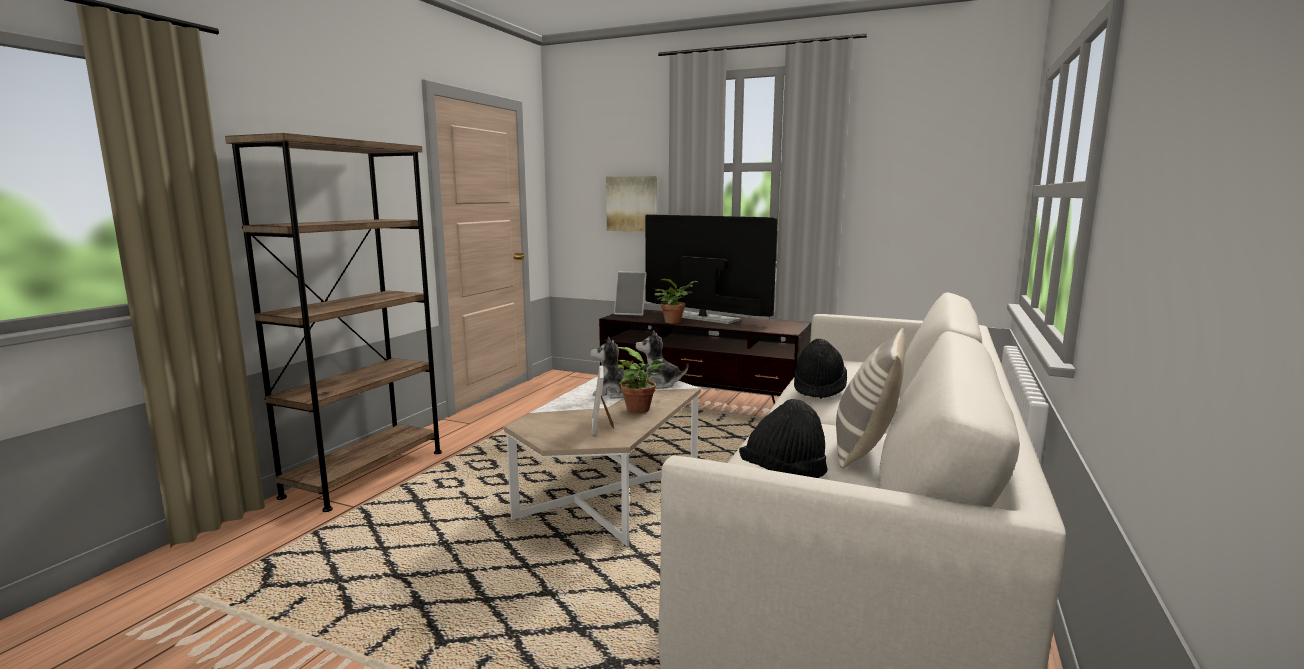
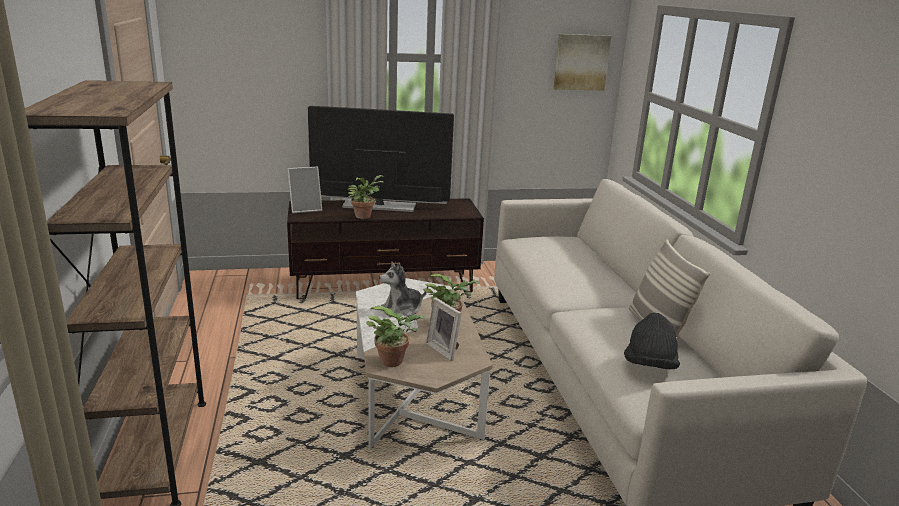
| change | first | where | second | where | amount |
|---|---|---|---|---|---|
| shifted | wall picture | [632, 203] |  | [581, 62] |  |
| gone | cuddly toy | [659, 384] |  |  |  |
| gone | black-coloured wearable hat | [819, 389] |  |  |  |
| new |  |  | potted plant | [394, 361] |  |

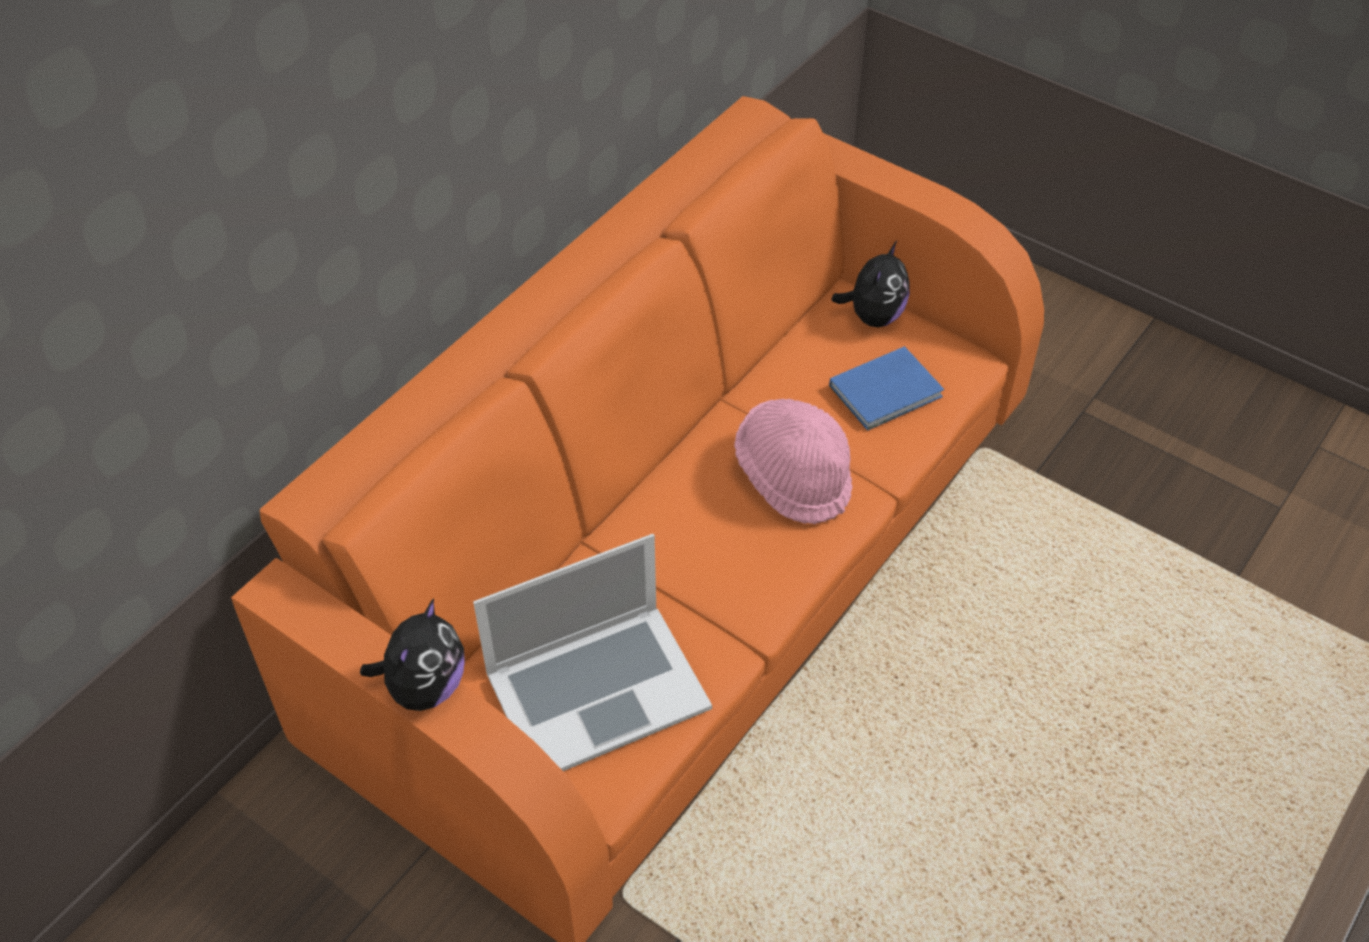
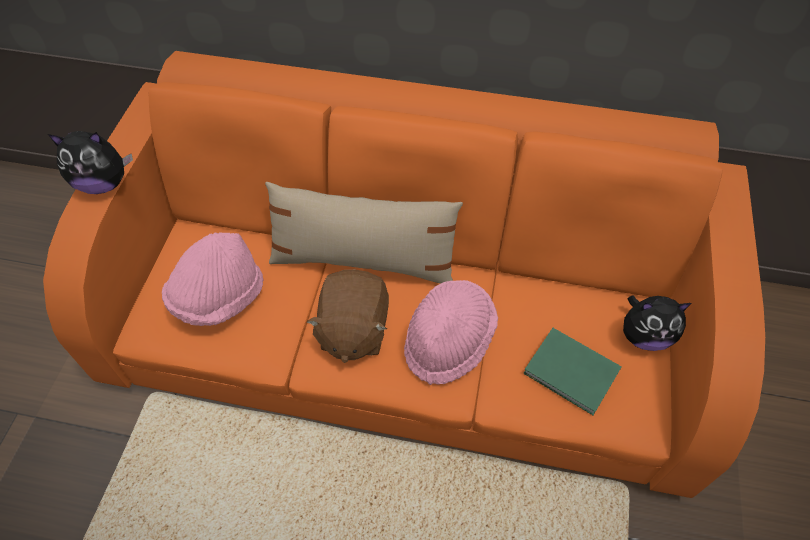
| change | first | where | second | where | amount |
|---|---|---|---|---|---|
| repainted | blue-coloured book | [888, 391] | greenish book | [572, 374] |  |
| swapped | portable computer | [597, 689] | pinkish wearable hat | [218, 297] |  |
| new |  |  | beige-coloured cushion | [363, 261] |  |
| new |  |  | brown-coloured cuddly toy | [352, 330] |  |

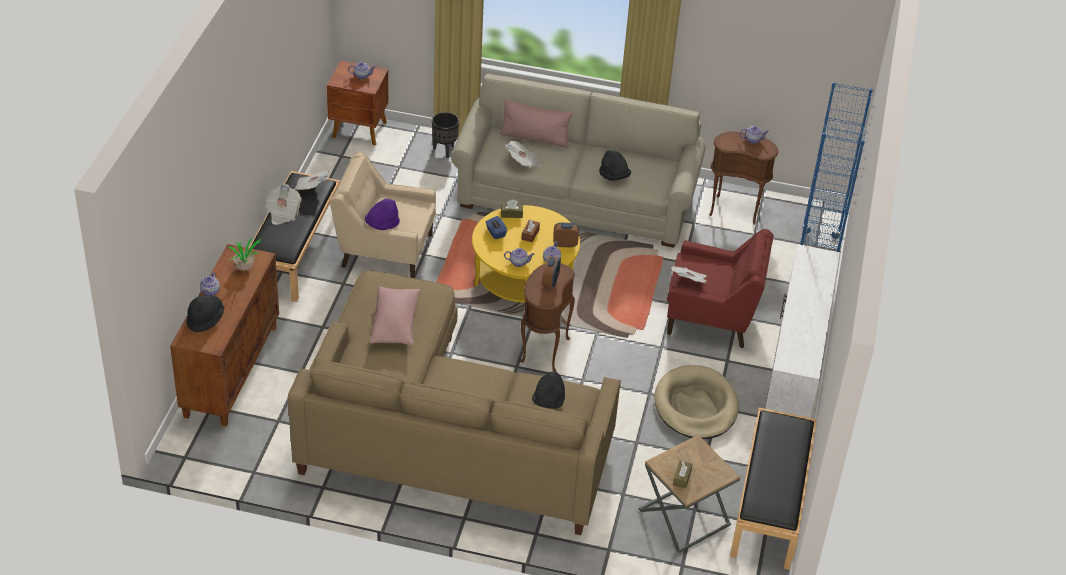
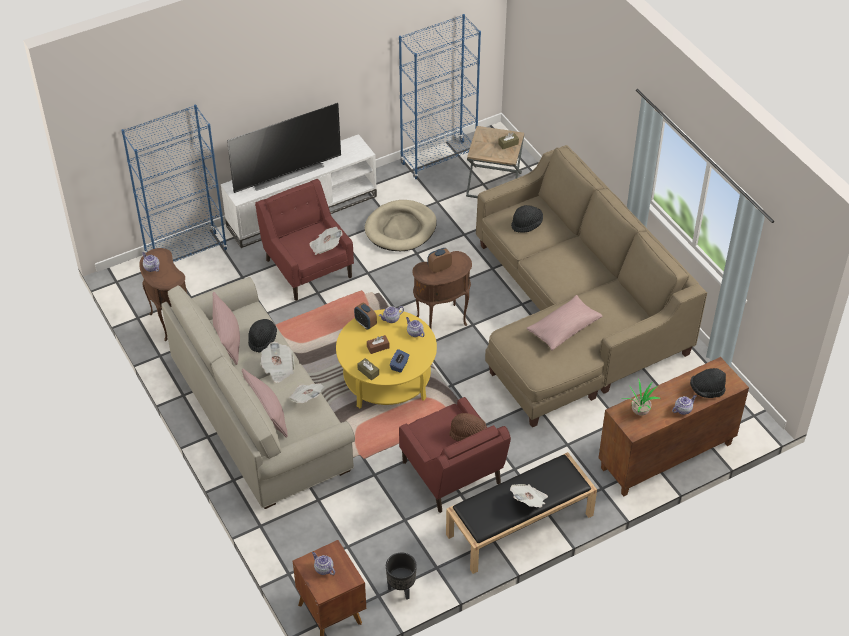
| change | first | where | second | where | amount |
|---|---|---|---|---|---|
| shifted | black-coloured flower pot | [445, 150] |  | [401, 589] |  |
| repainted | beige-coloured lounge chair | [385, 250] | red-coloured lounge chair | [452, 474] |  |
| shifted | newspaper | [311, 188] |  | [278, 369] |  |
| repainted | purple-coloured wearable hat | [382, 225] | brown-coloured wearable hat | [468, 434] |  |
| swapped | black-coloured indoor bench | [771, 504] | blue-coloured shelving unit | [438, 159] |  |
| new |  |  | television | [286, 173] |  |
| new |  |  | pinkish cushion | [228, 339] |  |

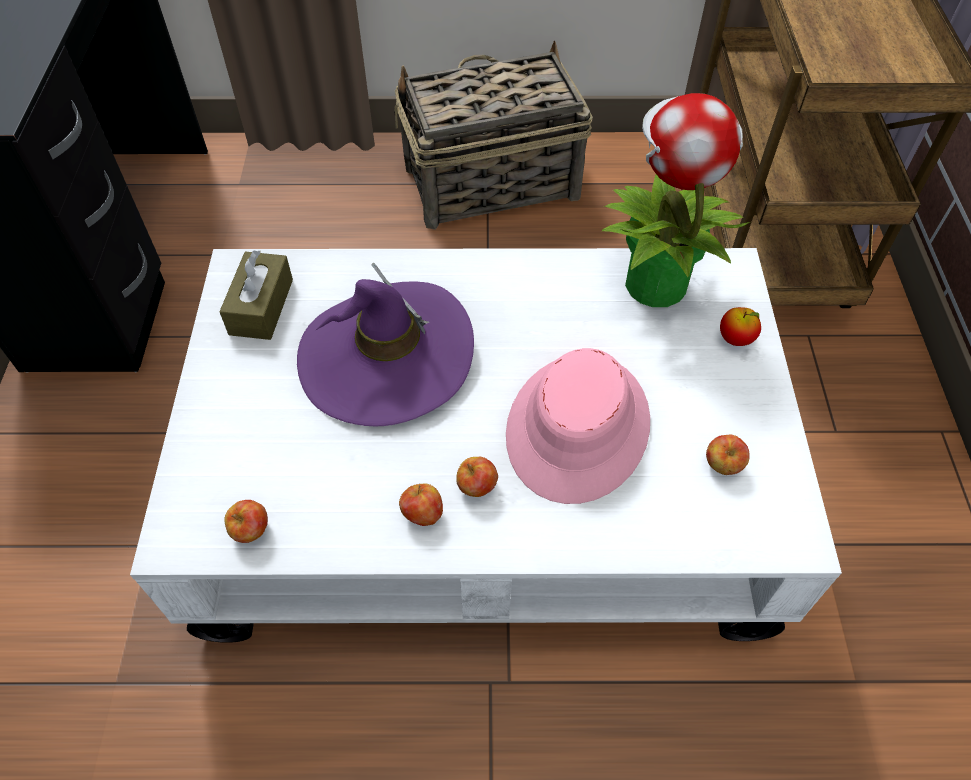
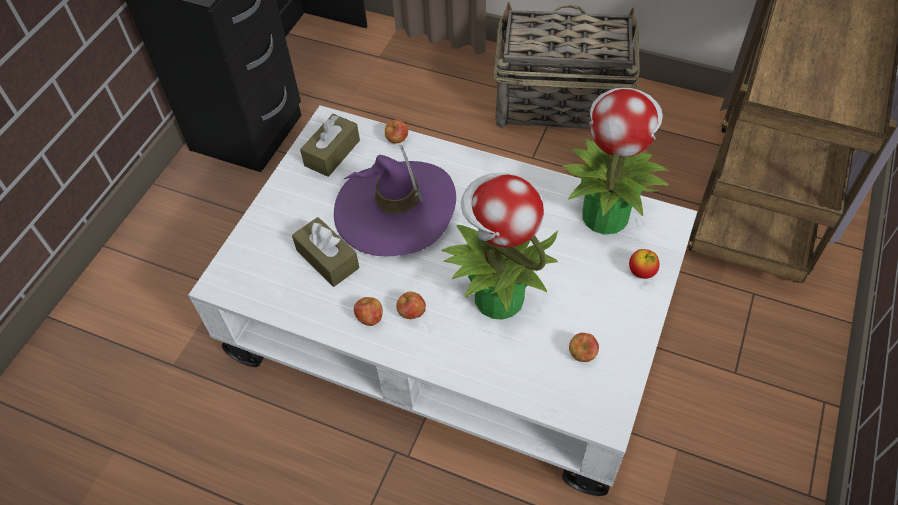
| change | first | where | second | where | amount |
|---|---|---|---|---|---|
| swapped | pinkish wearable hat | [578, 428] | potted plant | [497, 297] |  |
| shifted | whole apple | [251, 531] |  | [397, 140] |  |
| new |  |  | brown-coloured box of tissues | [327, 259] |  |

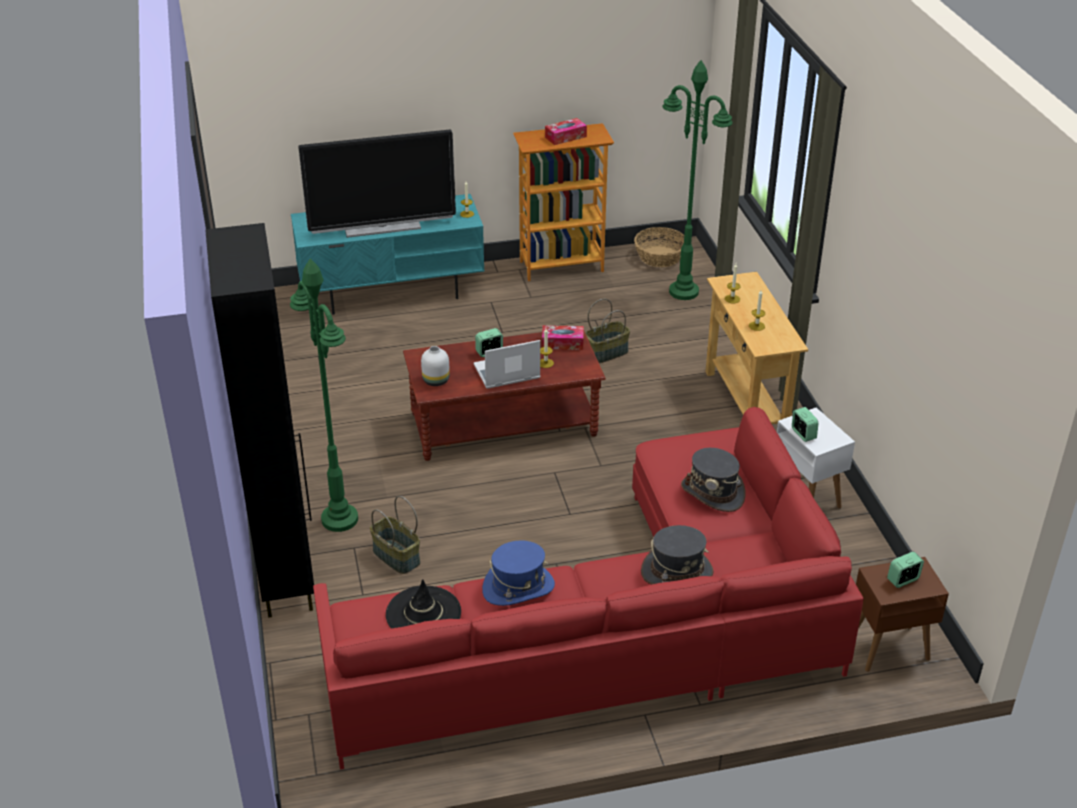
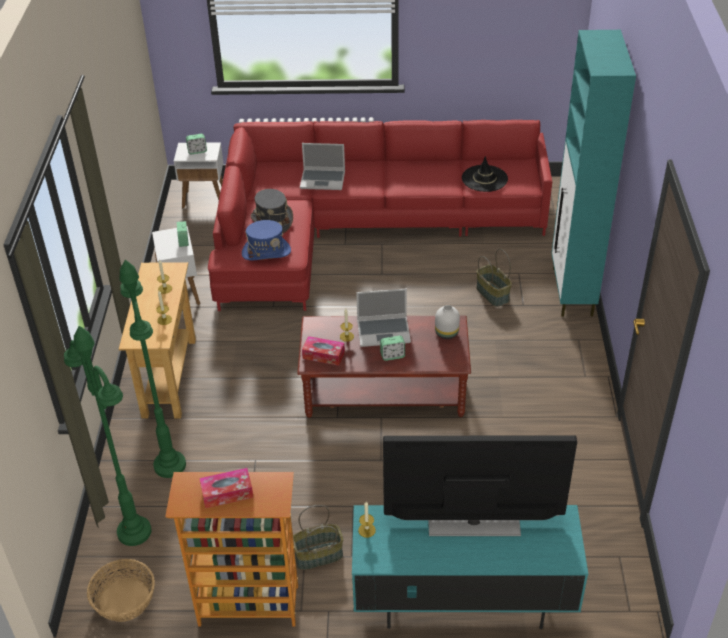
| change | first | where | second | where | amount |
|---|---|---|---|---|---|
| repainted | black-coloured cabinet | [286, 576] | blue-green cabinet | [572, 292] |  |
| shifted | greenish standing lamp | [339, 519] |  | [170, 465] |  |
| shifted | storage basket | [606, 353] |  | [318, 556] |  |
| swapped | grey wearable hat | [677, 572] | portable computer | [323, 180] |  |
| shifted | blue-coloured wearable hat | [518, 588] |  | [266, 252] |  |
| repainted | brown-coloured end table | [887, 649] | white end table | [205, 199] |  |

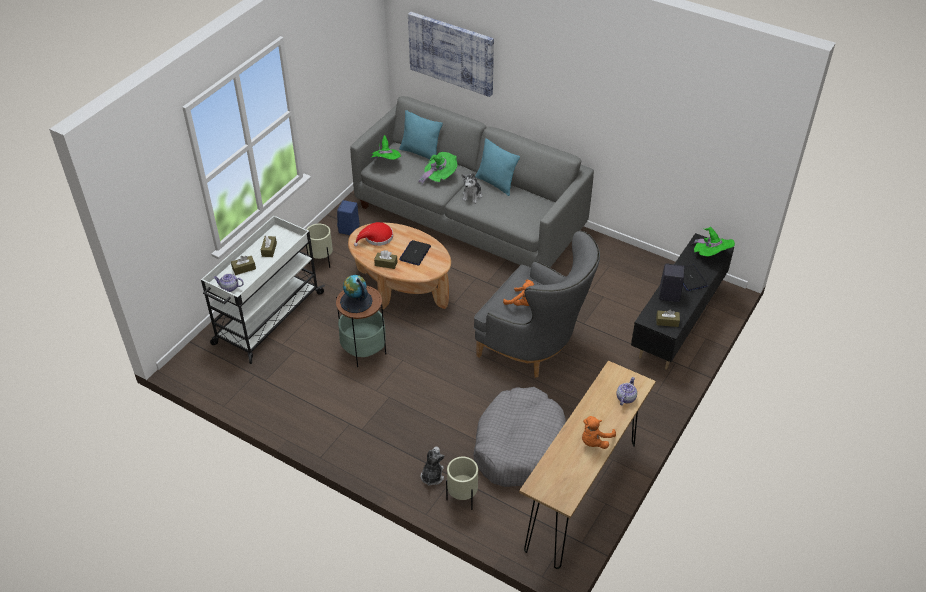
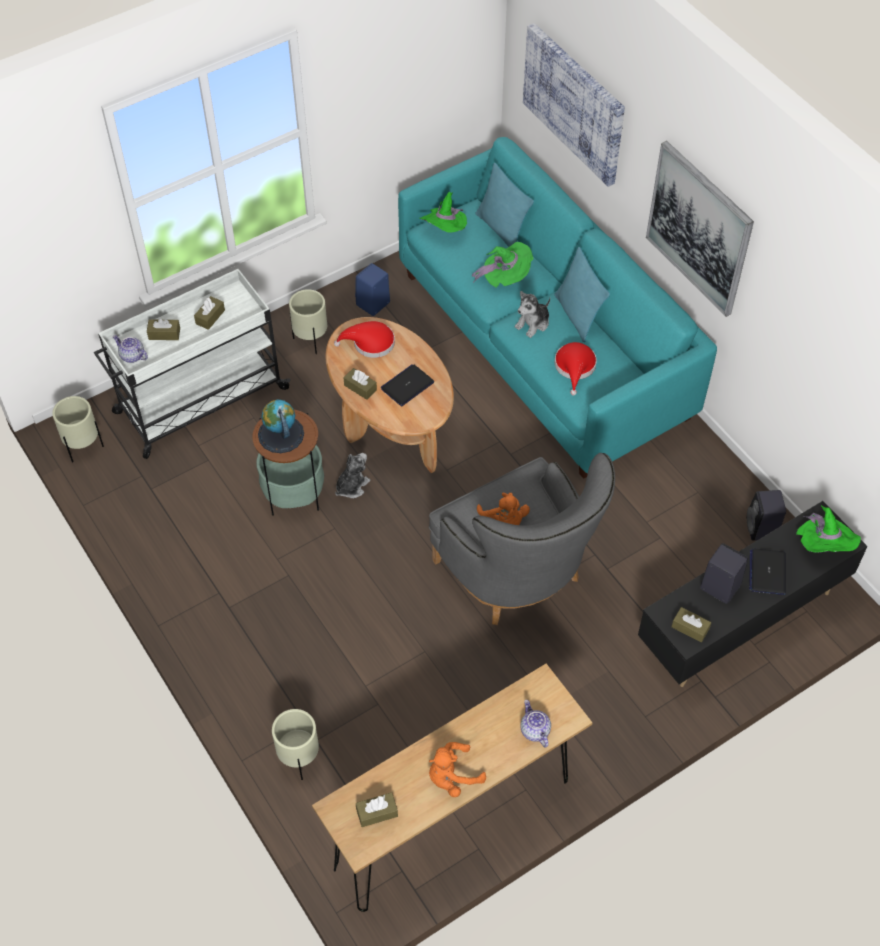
| change | first | where | second | where | amount |
|---|---|---|---|---|---|
| repainted | grey couch | [469, 218] | blue-green couch | [543, 345] |  |
| rotated | teapot | [625, 397] |  | [534, 730] | 75 degrees counterclockwise |
| gone | grey dog cushion | [519, 445] |  |  |  |
| shifted | cuddly toy | [432, 476] |  | [351, 486] |  |
| new |  |  | wall picture | [699, 228] |  |
| new |  |  | red-coloured wearable hat | [575, 367] |  |
| new |  |  | beige-coloured flower pot | [84, 447] |  |
| new |  |  | black-coloured speaker | [762, 529] |  |
| new |  |  | brown-coloured box of tissues | [377, 813] |  |

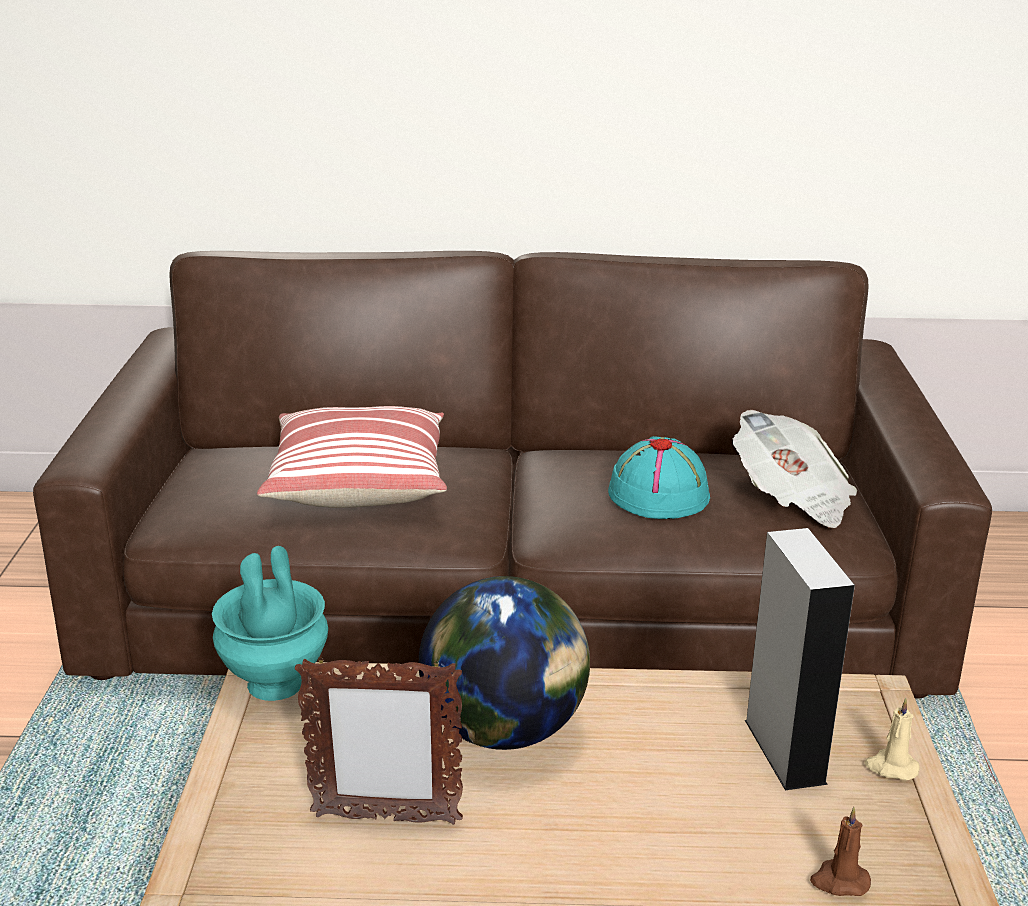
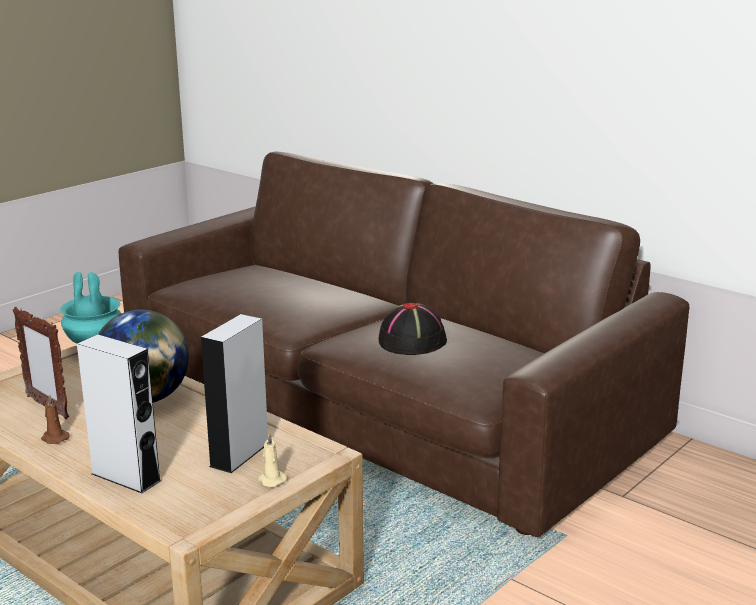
| change | first | where | second | where | amount |
|---|---|---|---|---|---|
| gone | cushion | [357, 482] |  |  |  |
| gone | newspaper | [792, 499] |  |  |  |
| repainted | blue-green wearable hat | [659, 494] | black-coloured wearable hat | [412, 341] |  |
| shifted | brown-coloured candle | [839, 881] |  | [54, 438] |  |
| new |  |  | grey speaker | [126, 477] |  |

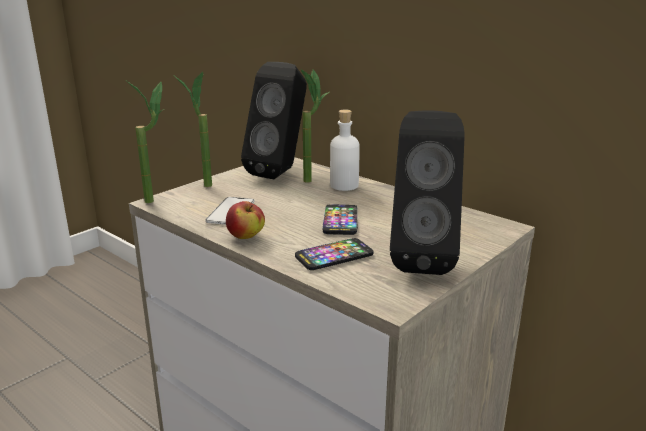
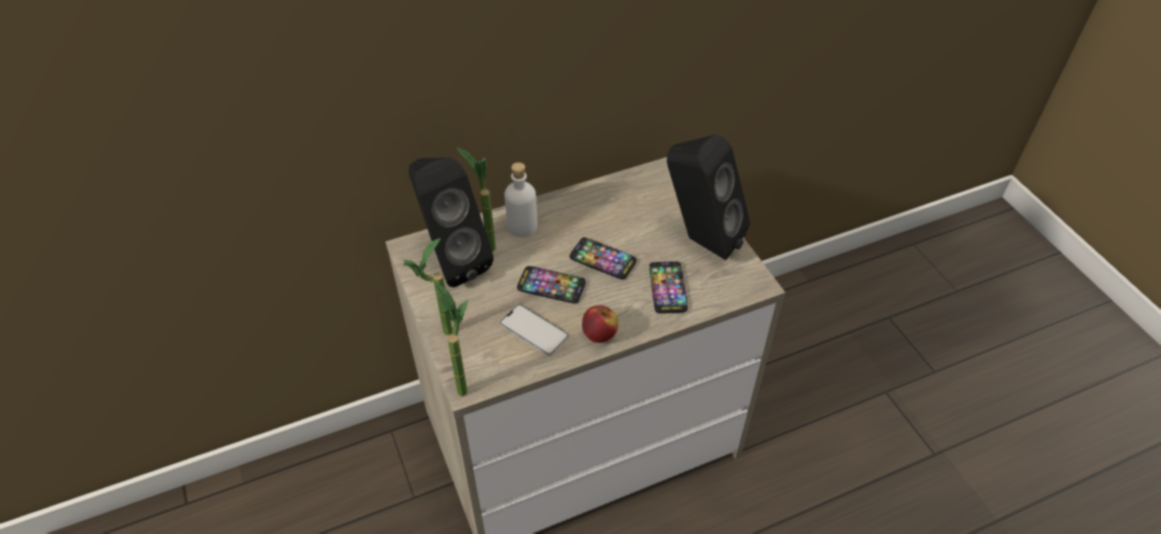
| change | first | where | second | where | amount |
|---|---|---|---|---|---|
| new |  |  | telephone | [551, 286] |  |

